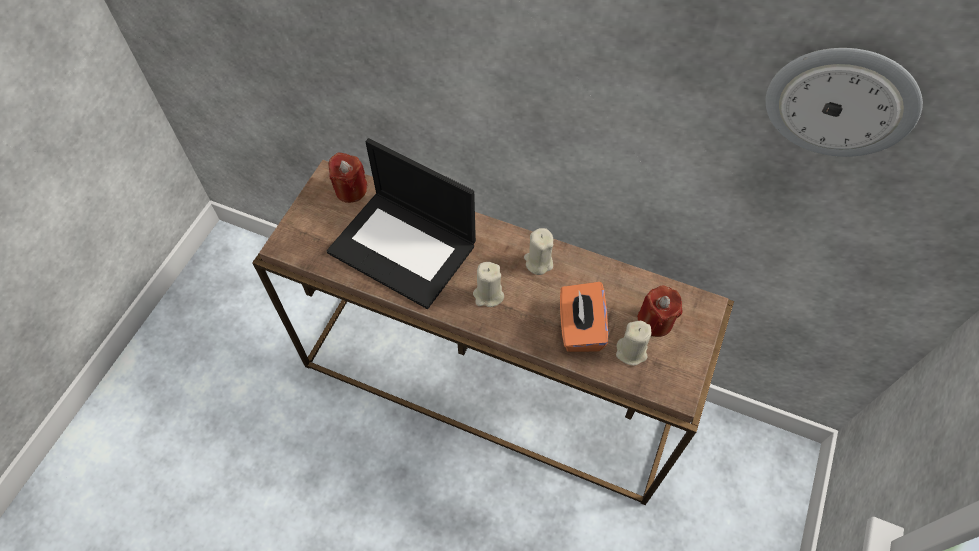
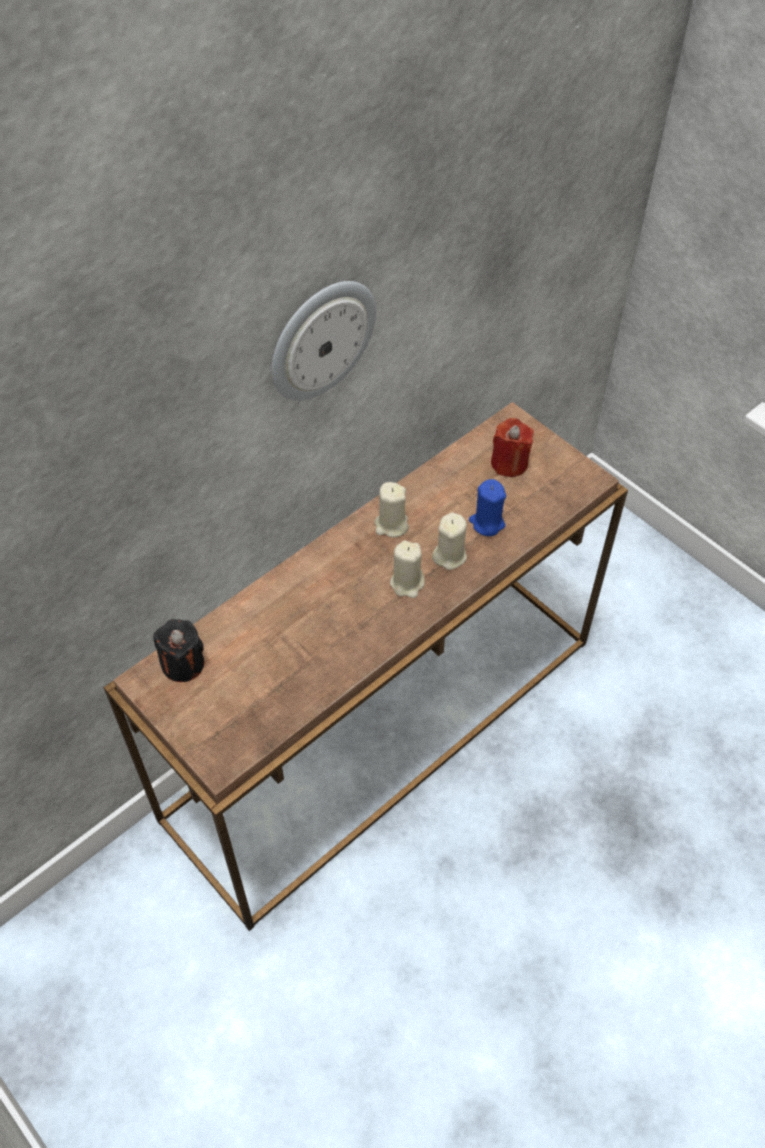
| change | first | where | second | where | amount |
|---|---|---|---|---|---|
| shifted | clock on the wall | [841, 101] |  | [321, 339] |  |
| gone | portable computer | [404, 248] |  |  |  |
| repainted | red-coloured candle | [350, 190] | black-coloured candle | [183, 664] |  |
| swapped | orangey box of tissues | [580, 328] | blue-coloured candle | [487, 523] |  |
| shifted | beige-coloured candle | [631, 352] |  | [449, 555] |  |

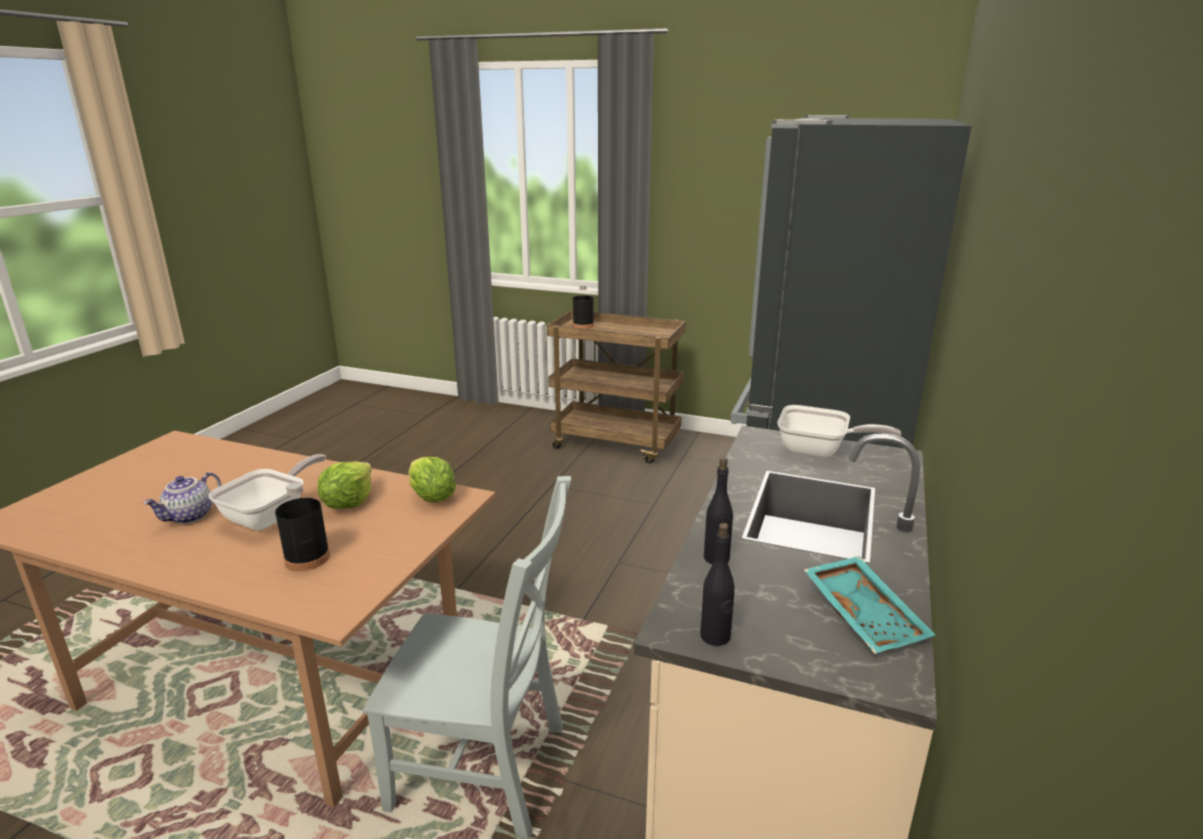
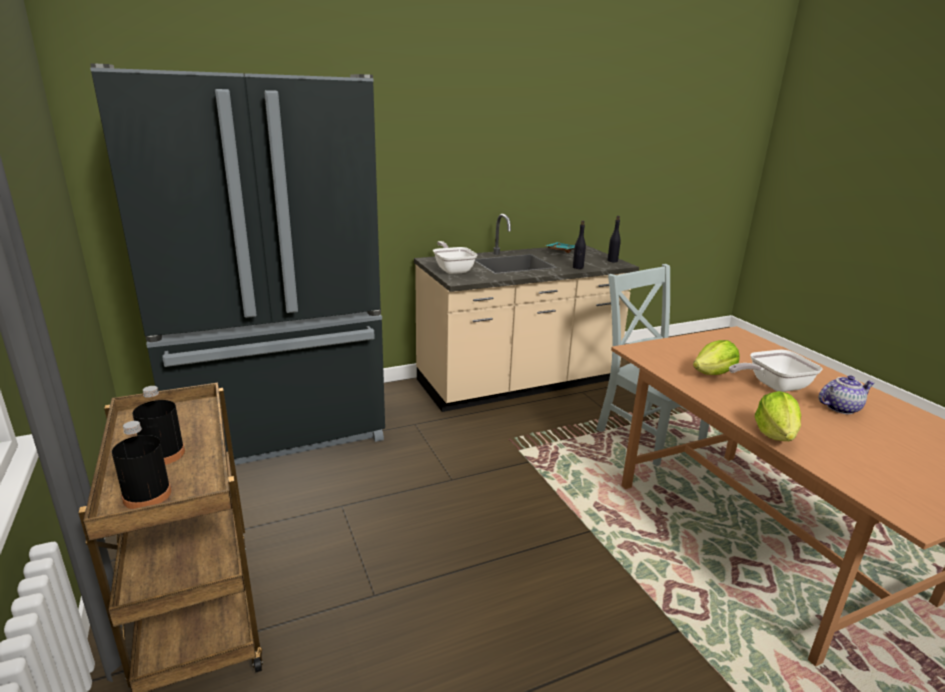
| change | first | where | second | where | amount |
|---|---|---|---|---|---|
| shifted | head of lettuce | [431, 497] |  | [775, 434] |  |
| shifted | black-coloured drink bottle | [307, 558] |  | [163, 454] |  |

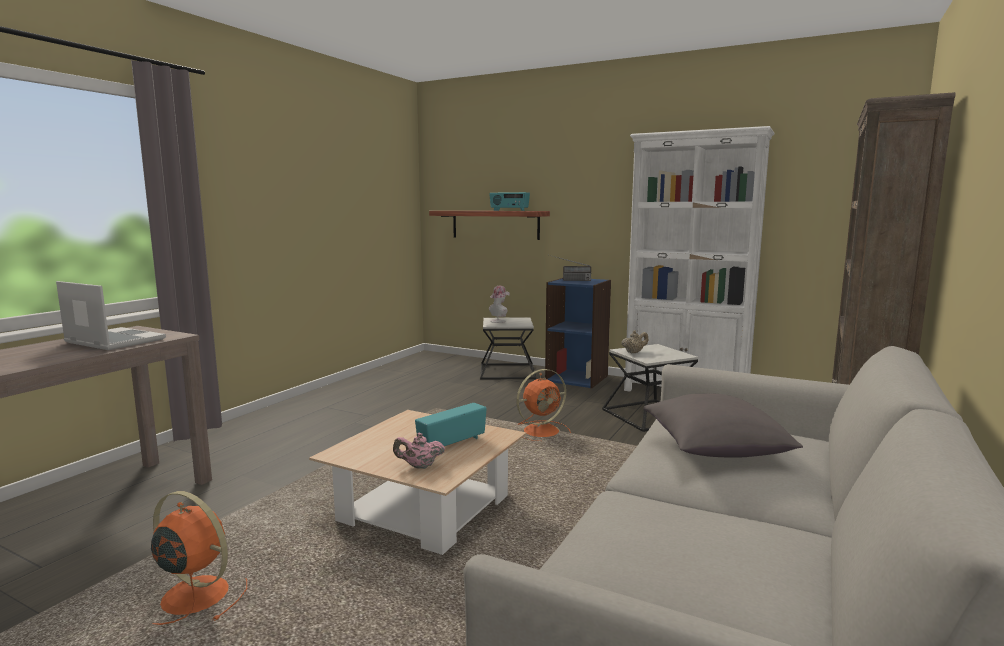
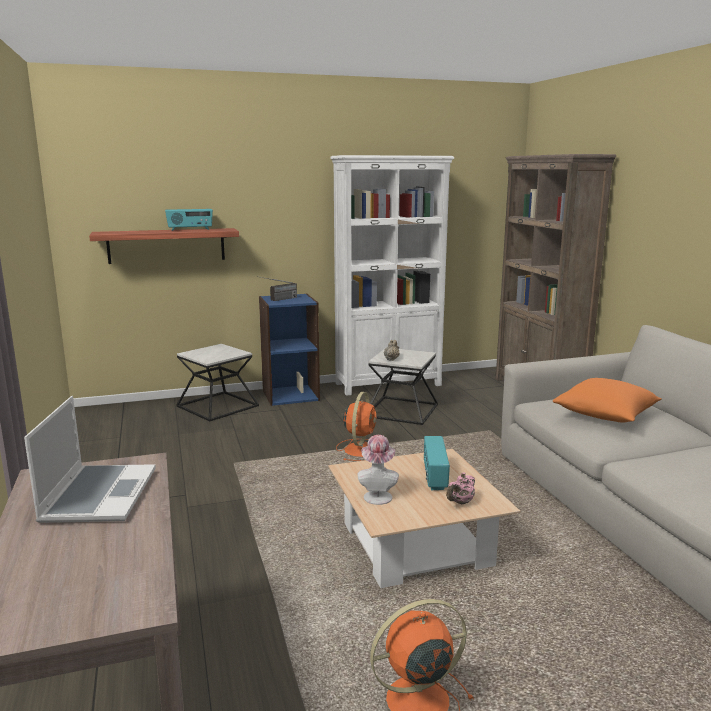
| change | first | where | second | where | amount |
|---|---|---|---|---|---|
| rotated | portable computer | [113, 341] |  | [99, 495] | 105 degrees clockwise |
| shifted | wearable hat | [499, 321] |  | [377, 495] |  |
| repainted | grey cushion | [715, 449] | orangey cushion | [606, 416] |  |

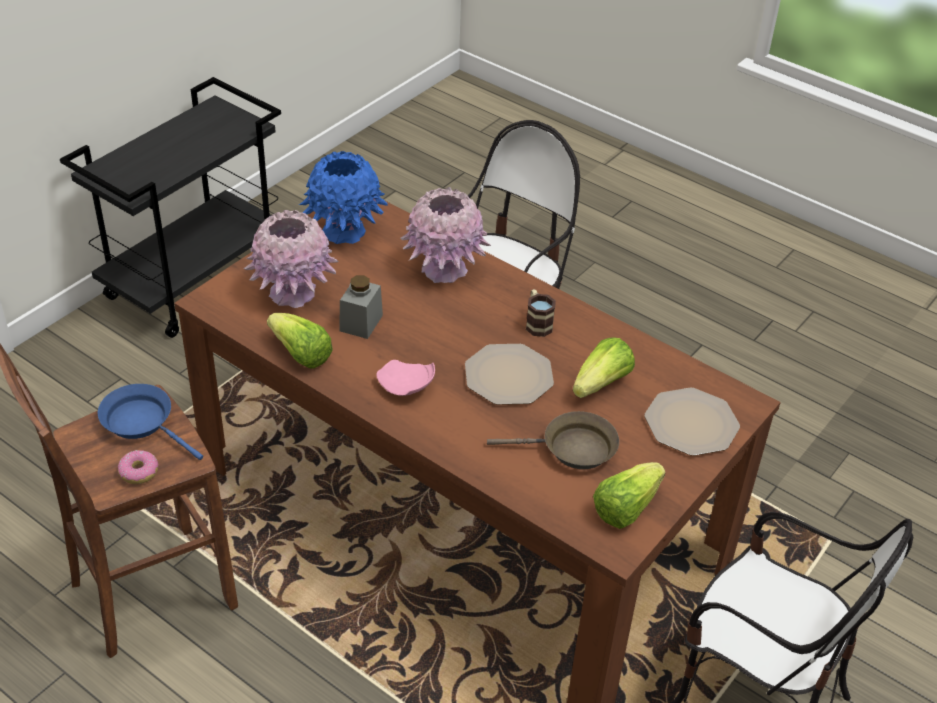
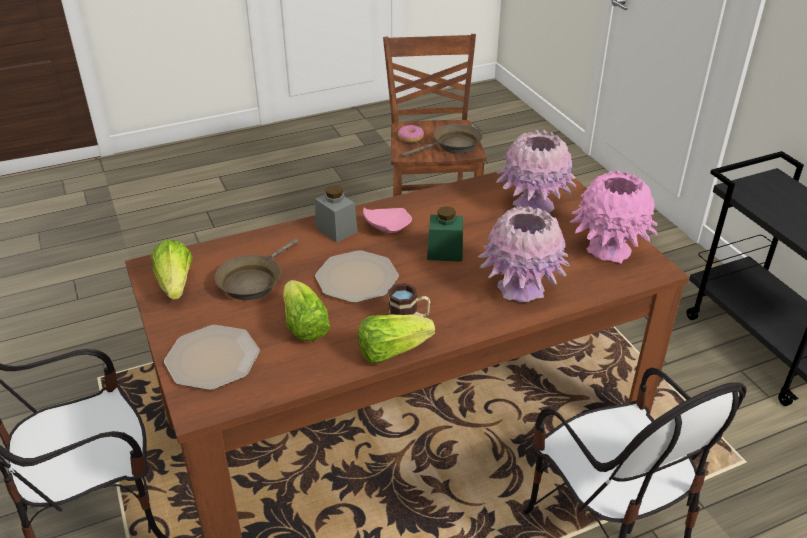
| change | first | where | second | where | amount |
|---|---|---|---|---|---|
| repainted | blue-coloured vase | [344, 231] | pinkish vase | [608, 250] |  |
| shifted | grey jar | [361, 323] |  | [336, 230] |  |
| shifted | head of lettuce | [300, 354] |  | [392, 351] |  |
| repainted | blue-coloured frying pan | [142, 422] | brown-coloured frying pan | [453, 145] |  |
| new |  |  | greenish jar | [445, 252] |  |

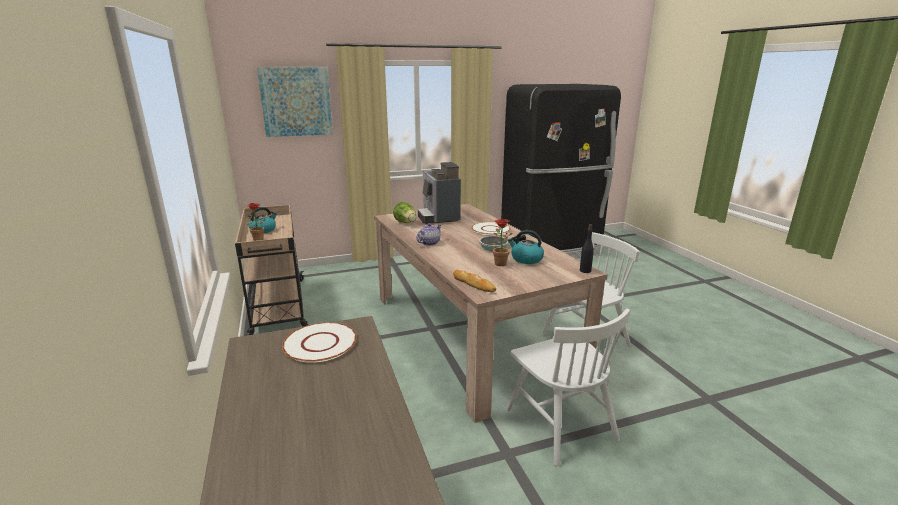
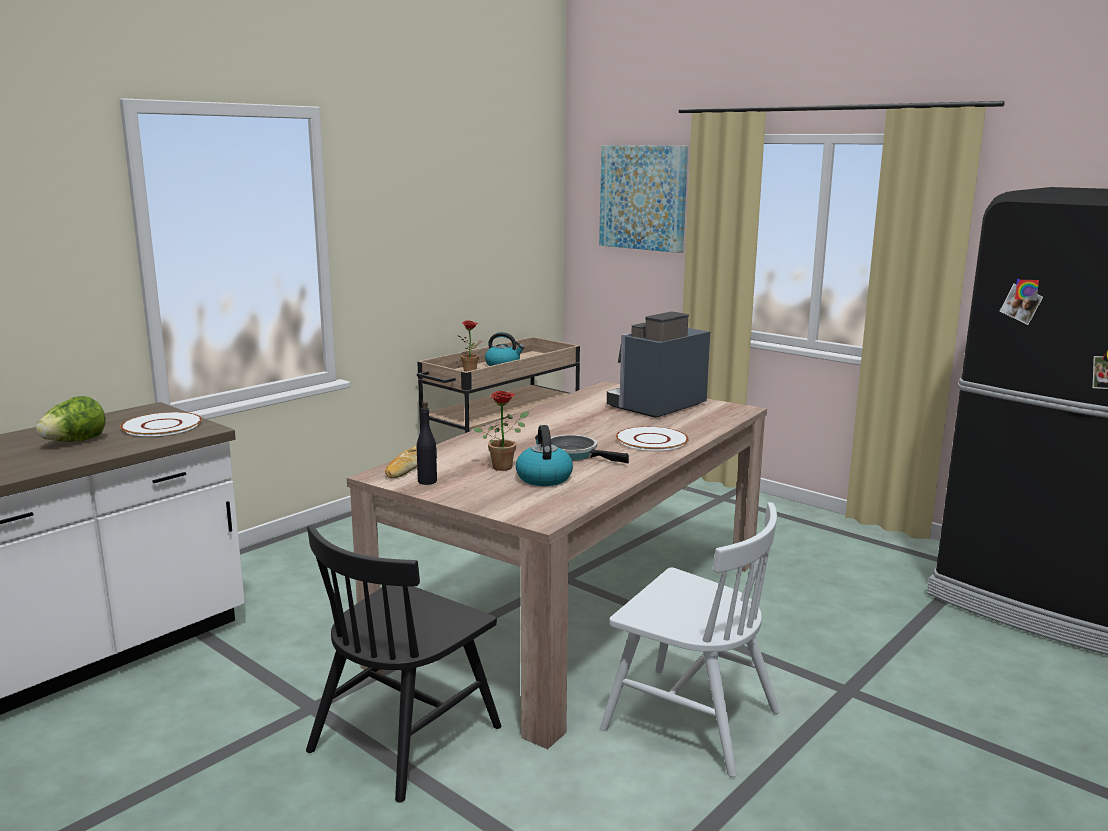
| change | first | where | second | where | amount |
|---|---|---|---|---|---|
| shifted | head of lettuce | [406, 223] |  | [74, 442] |  |
| gone | teapot | [429, 243] |  |  |  |
| shifted | black-coloured drink bottle | [585, 271] |  | [427, 481] |  |
| repainted | white plain chair | [560, 424] | black-coloured plain chair | [405, 738] |  |

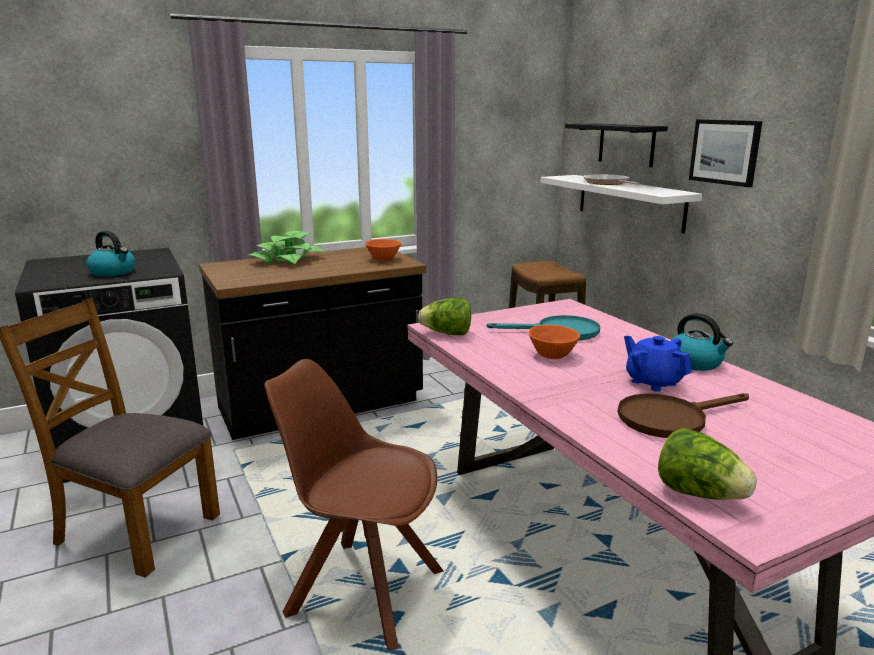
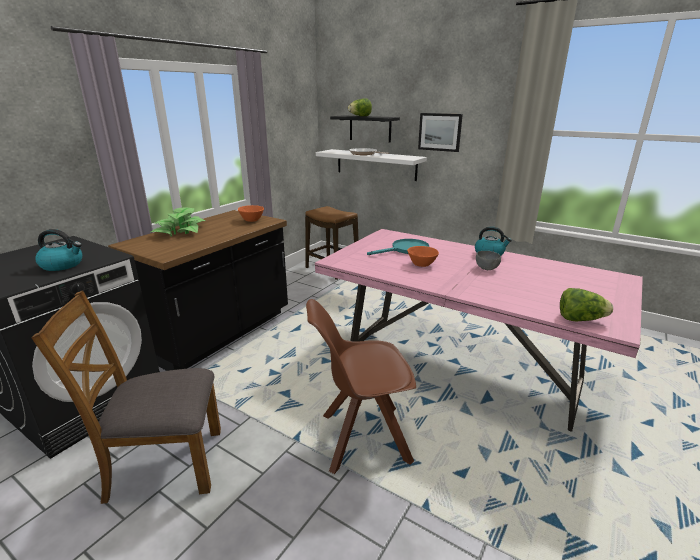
| change | first | where | second | where | amount |
|---|---|---|---|---|---|
| shifted | head of lettuce | [447, 334] |  | [360, 116] |  |
| swapped | blue-coloured teapot | [653, 382] | grey deep dish | [486, 268] |  |
| gone | brown-coloured frying pan | [670, 418] |  |  |  |

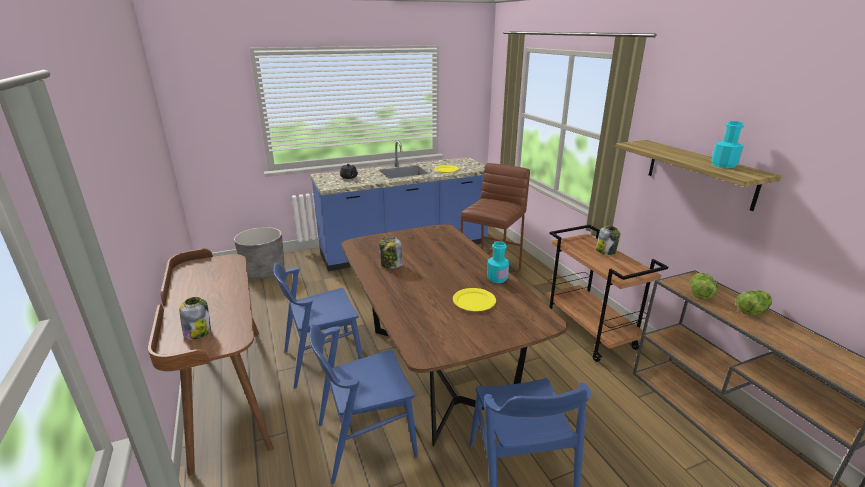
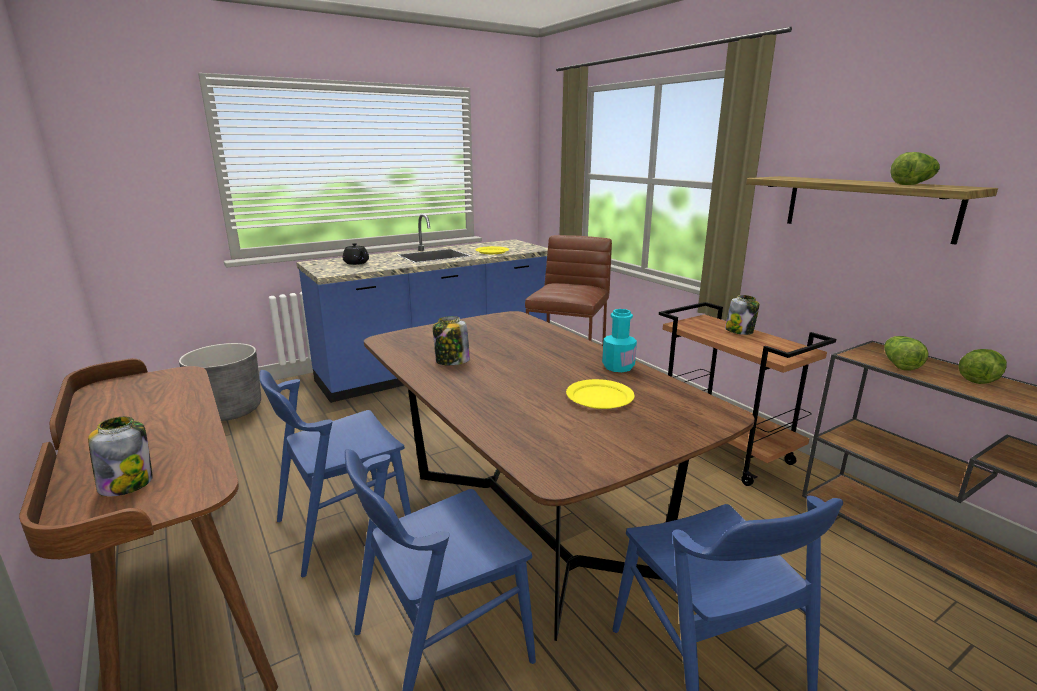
| change | first | where | second | where | amount |
|---|---|---|---|---|---|
| swapped | blue-green drink bottle | [723, 165] | head of lettuce | [913, 184] |  |

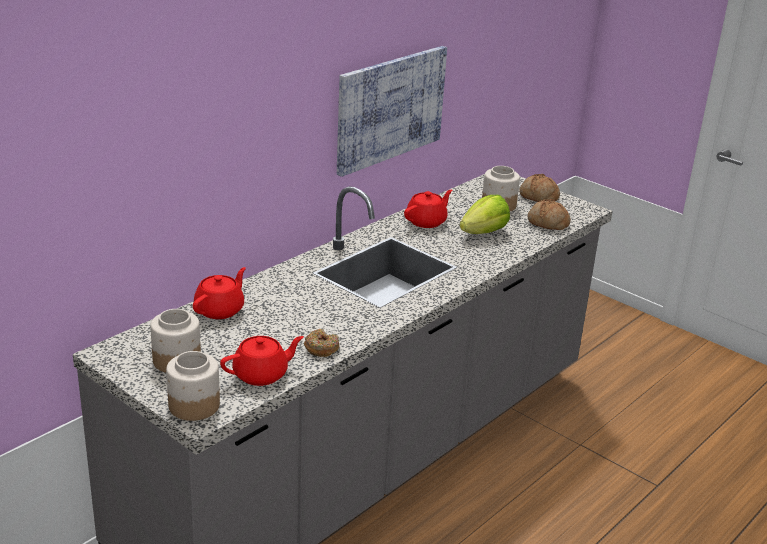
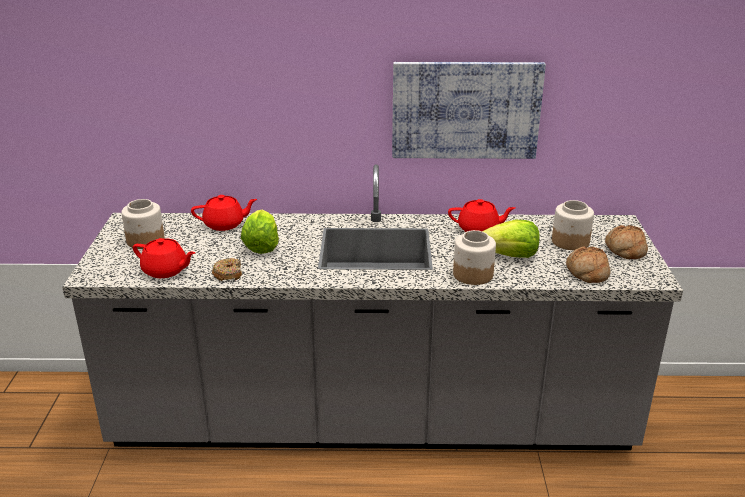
| change | first | where | second | where | amount |
|---|---|---|---|---|---|
| shifted | jar | [193, 405] |  | [472, 274] |  |
| new |  |  | head of lettuce | [262, 246] |  |

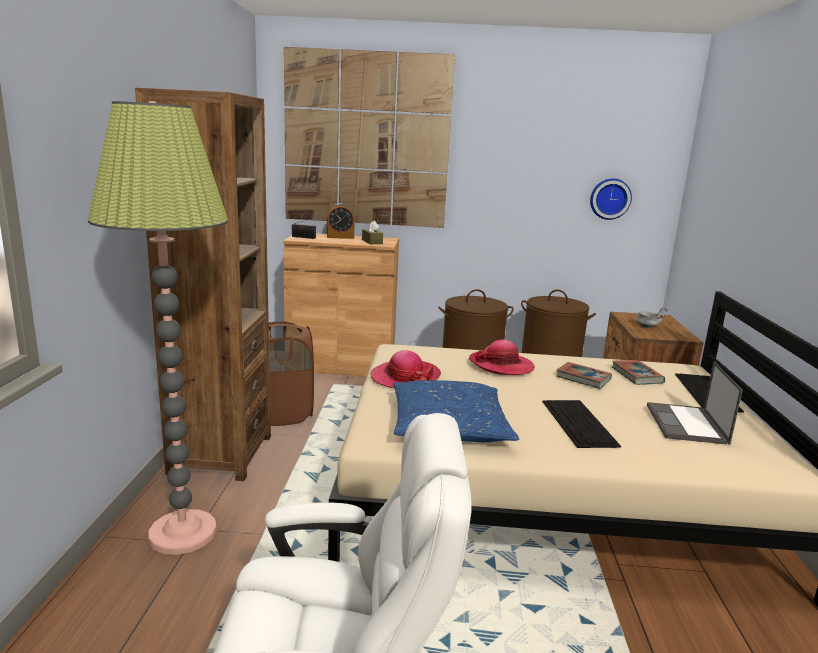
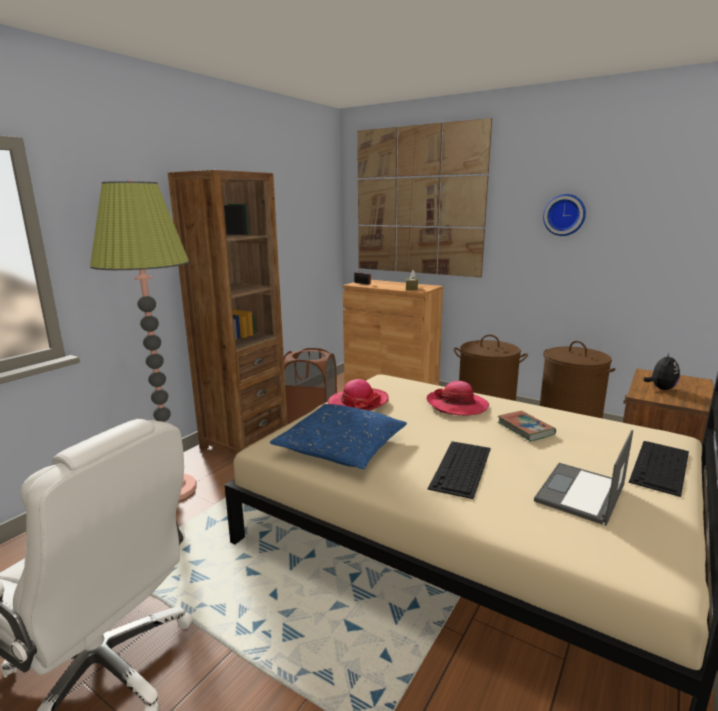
| change | first | where | second | where | amount |
|---|---|---|---|---|---|
| shifted | clock on the wall | [609, 198] |  | [564, 215] |  |
| gone | alarm clock | [340, 237] |  |  |  |
| swapped | grey deep dish | [647, 327] | cuddly toy | [661, 388] |  |
| gone | book | [636, 375] |  |  |  |

